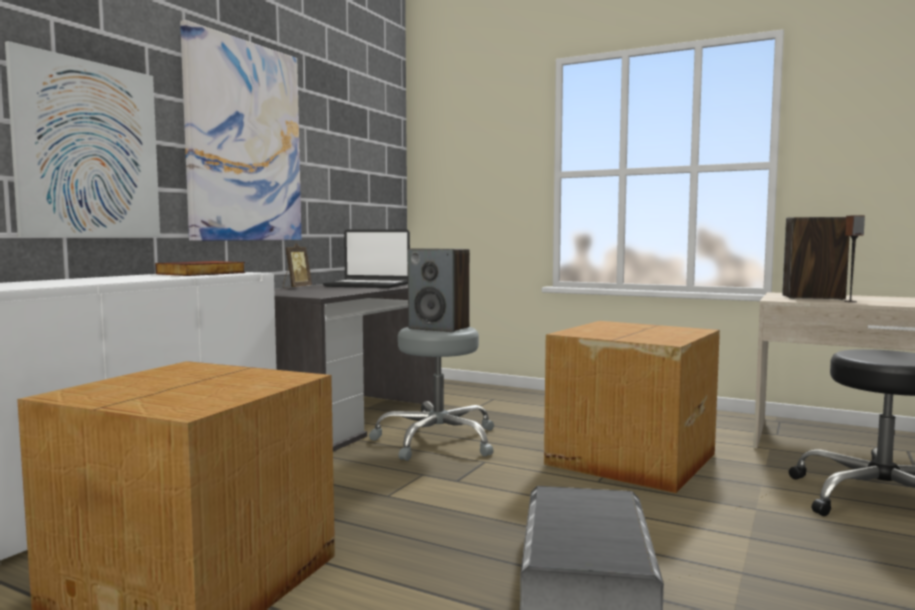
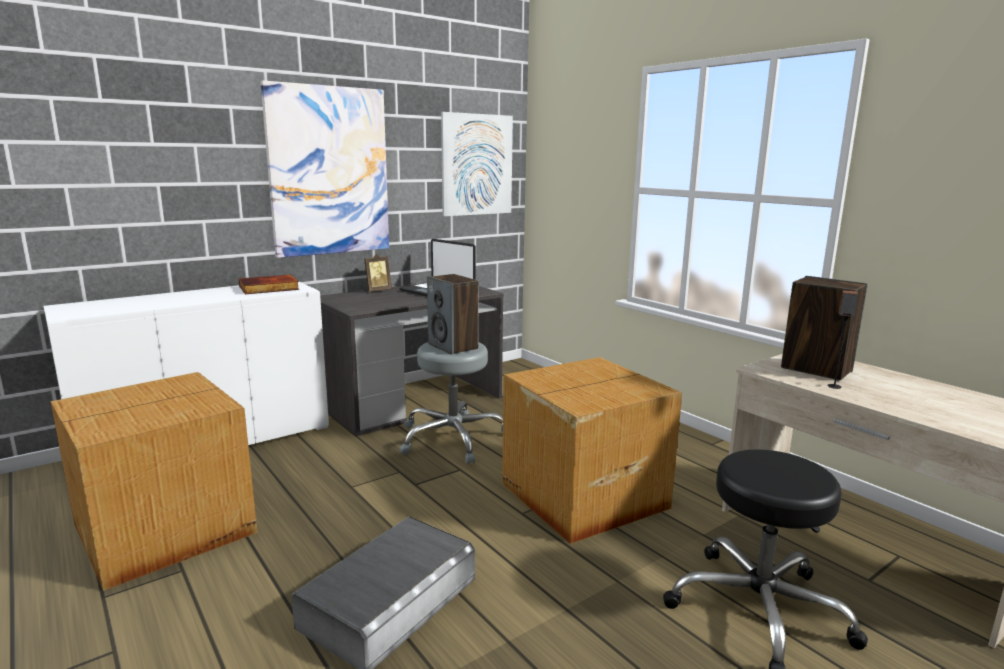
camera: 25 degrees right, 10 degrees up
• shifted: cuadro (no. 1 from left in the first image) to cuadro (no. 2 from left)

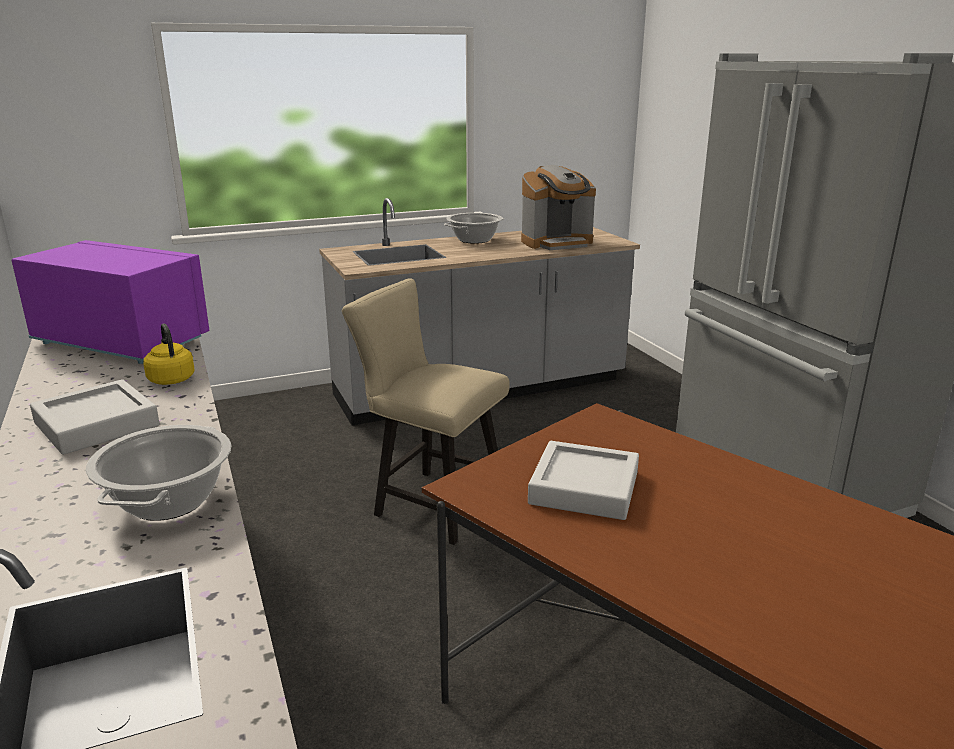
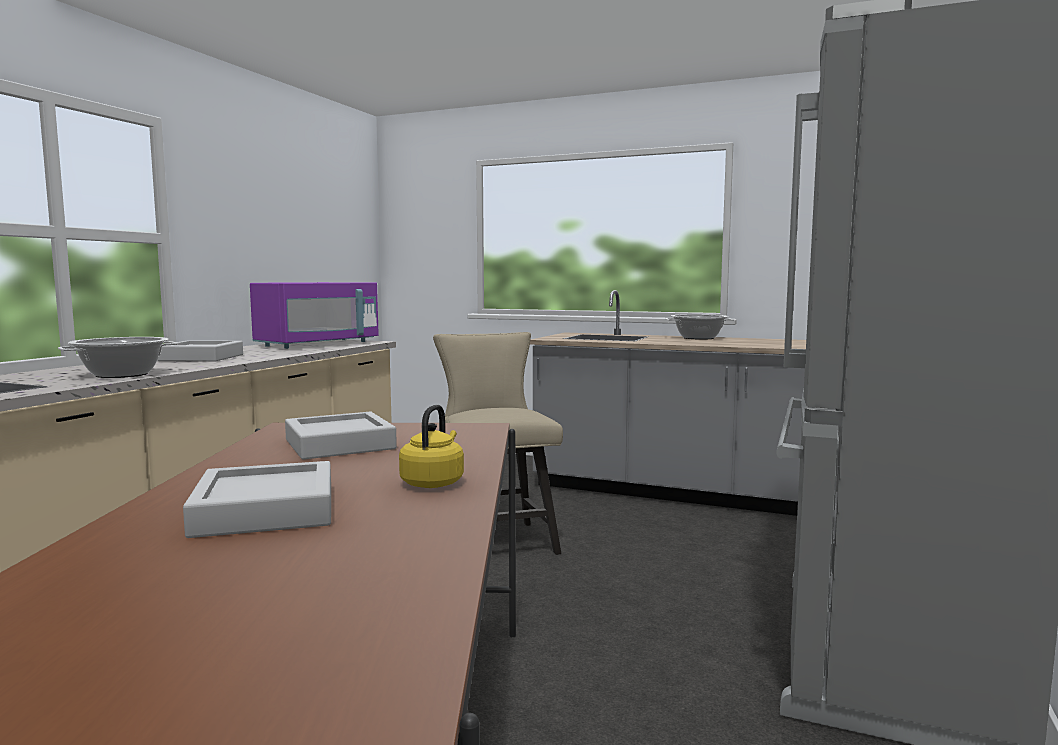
camera: 45 degrees right, 15 degrees down
• rotated: microondas/morado 60 degrees clockwise
• shifted: hervidor/amarillo
• gone: cafetera
• new: bandeja/gris (no. 2 from left)

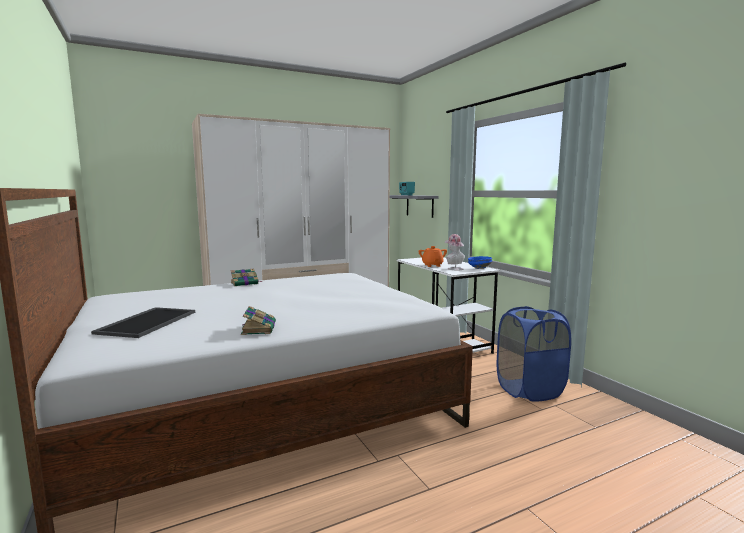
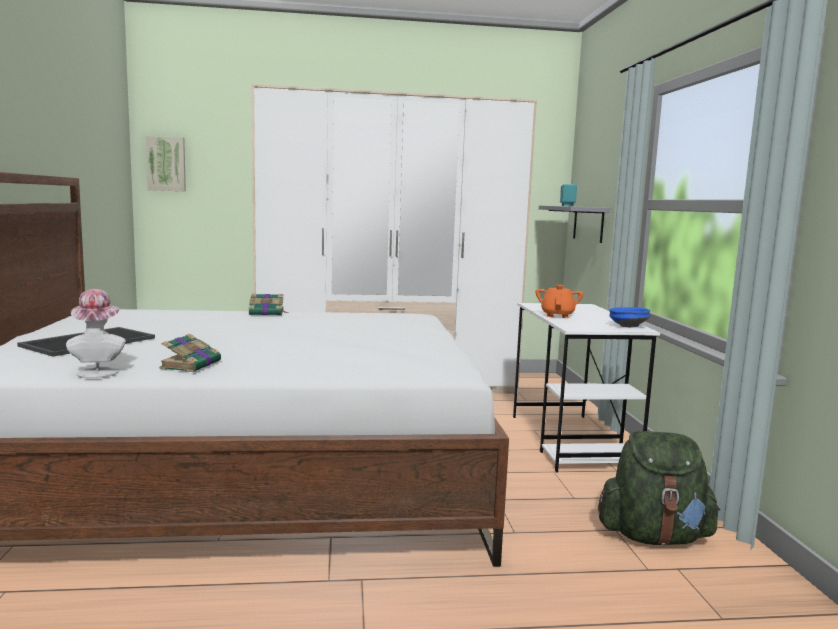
camera: 20 degrees right, 0 degrees up
• shifted: sombrero
• swapped: cesto de la ropa/azul to mochila/verde
• new: cuadro

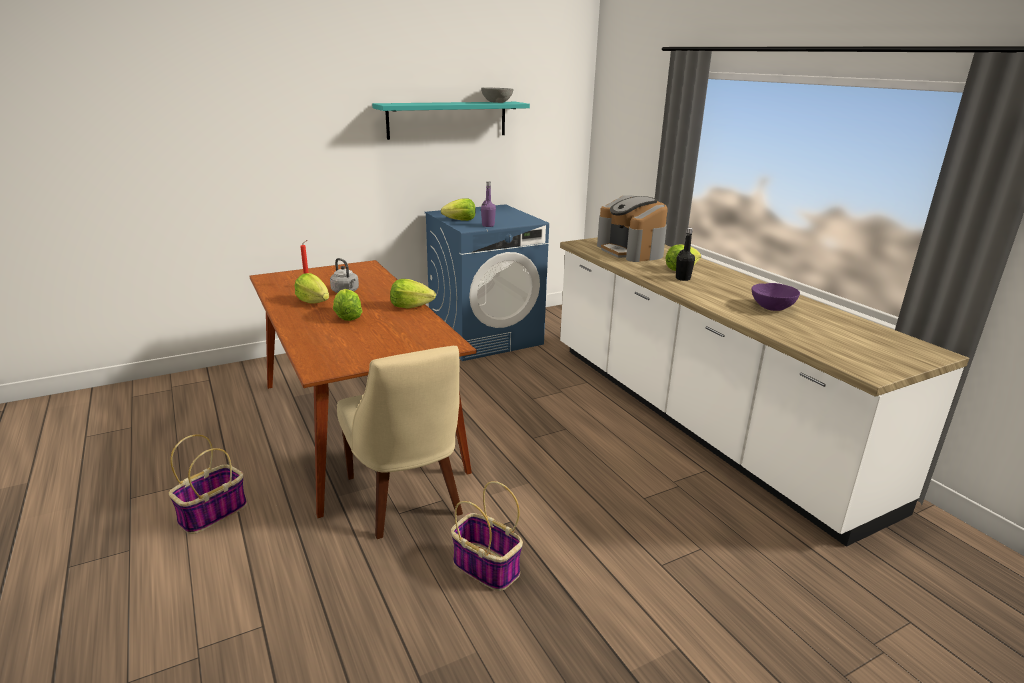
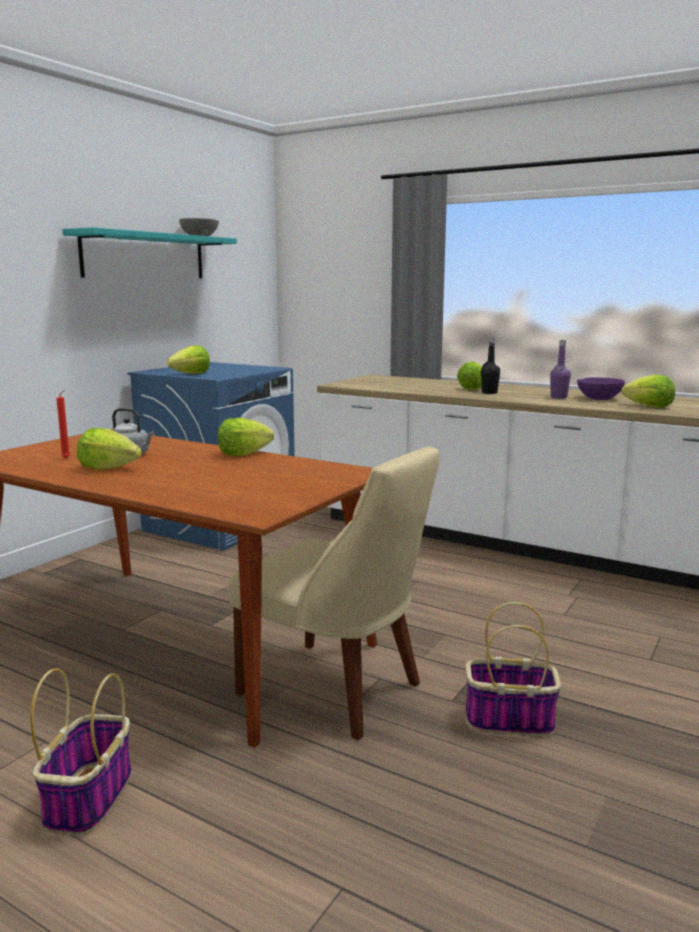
camera: 30 degrees left, 10 degrees down
• shifted: lechuga (no. 2 from left in the first image) to lechuga (no. 5 from left)
• shifted: botella/morado
• gone: cafetera

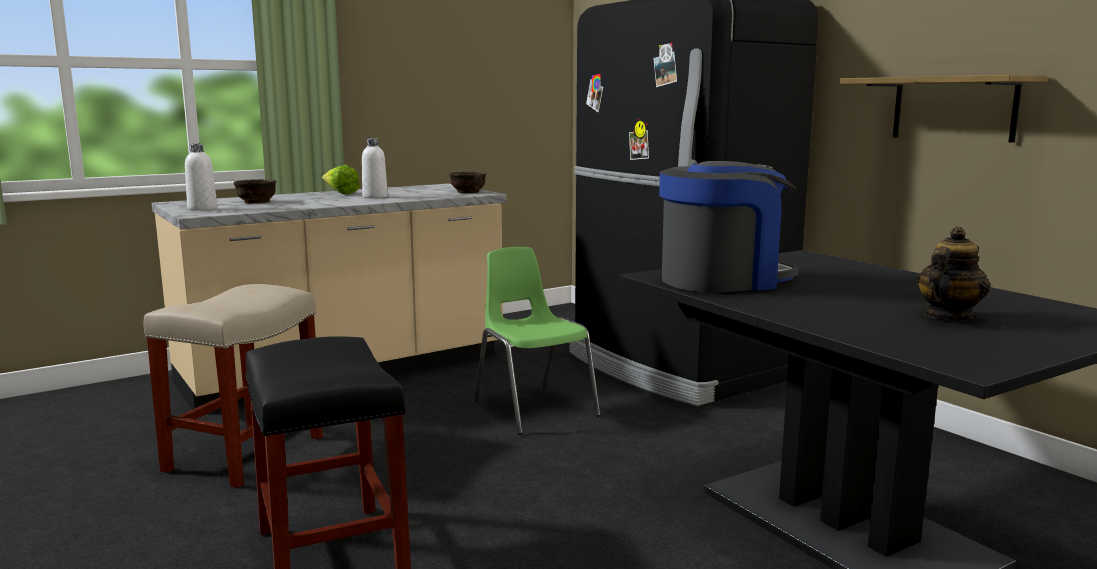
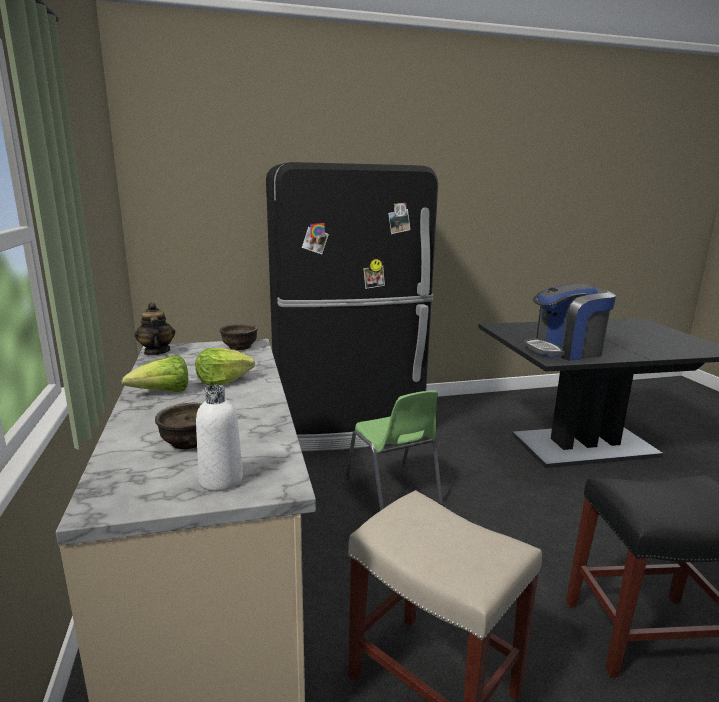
camera: 70 degrees left, 5 degrees up
• swapped: botella/blanco (no. 2 from left) to lechuga (no. 2 from left)
• rotated: silla/verde 105 degrees counterclockwise
• rotated: cafetera 105 degrees counterclockwise
• gone: estante
• shifted: tetera

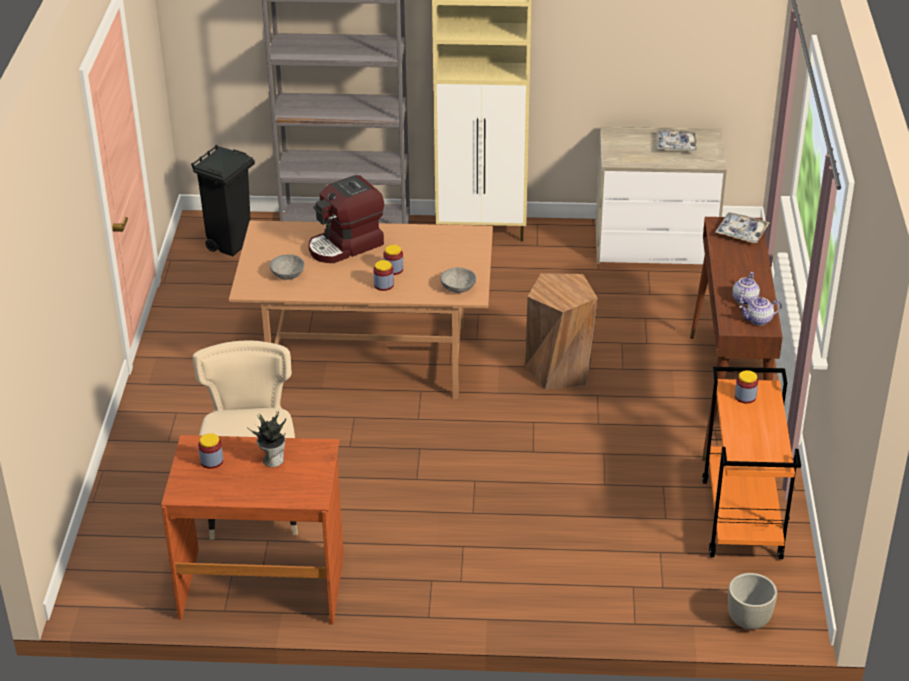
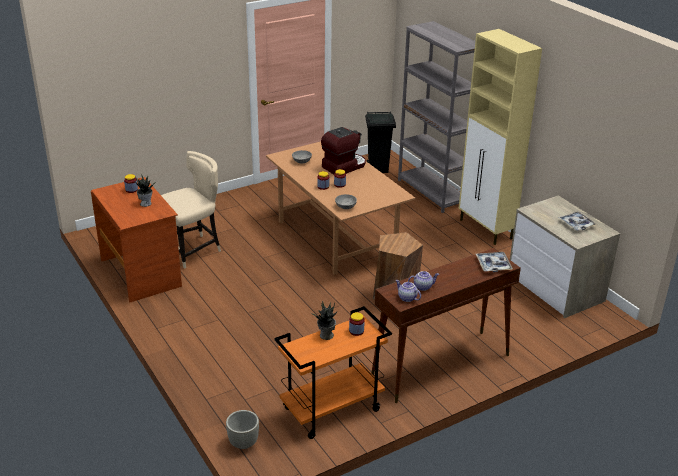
camera: 55 degrees right, 5 degrees down
• rotated: cafetera 120 degrees clockwise
• new: planta en maceta (no. 2 from left)

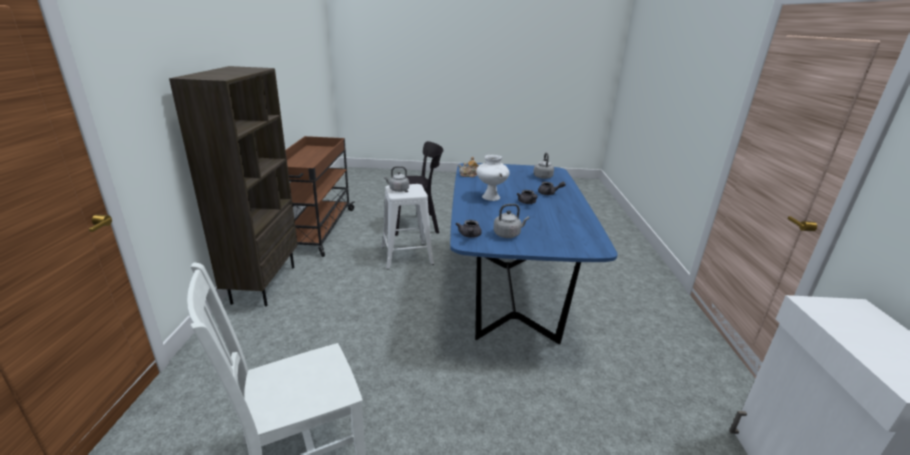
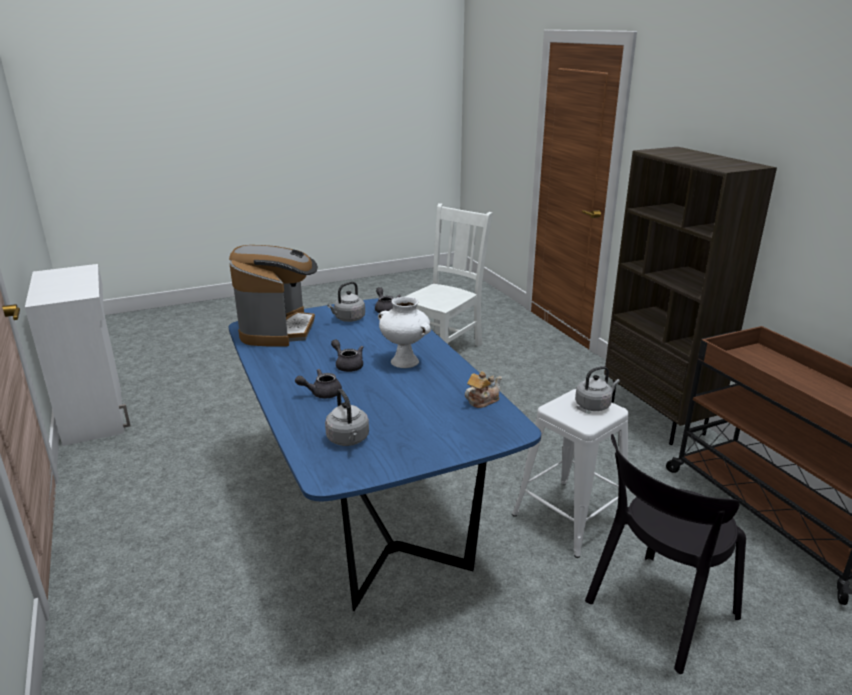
camera: 155 degrees right, 0 degrees up
• new: cafetera

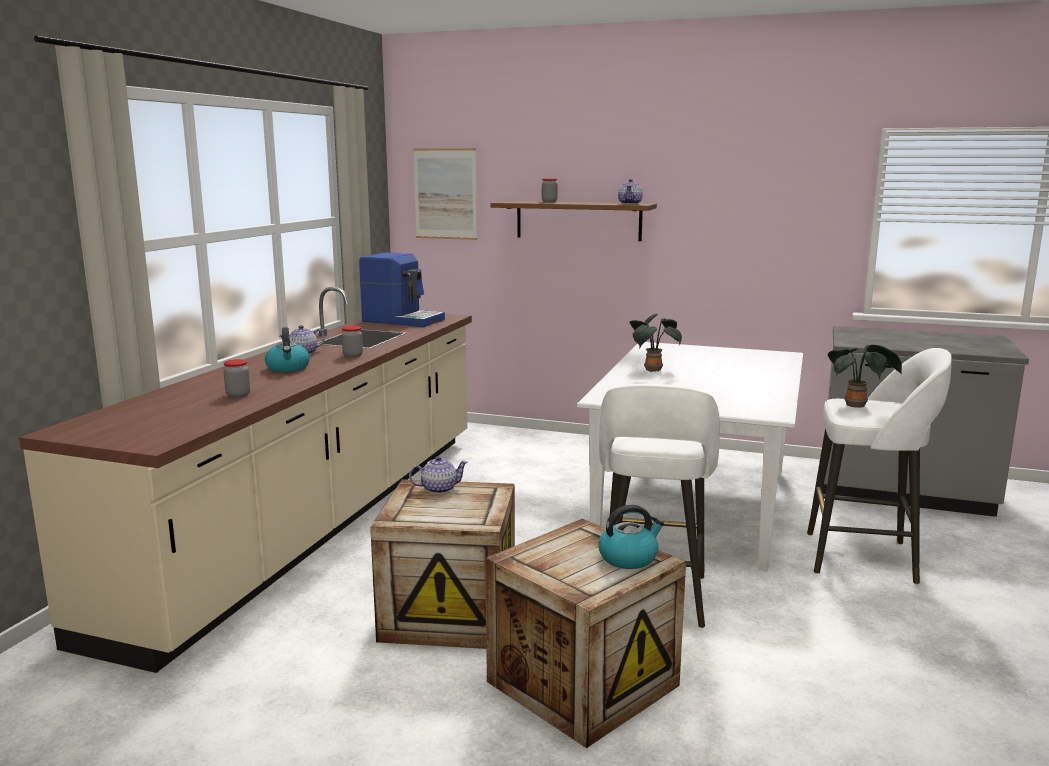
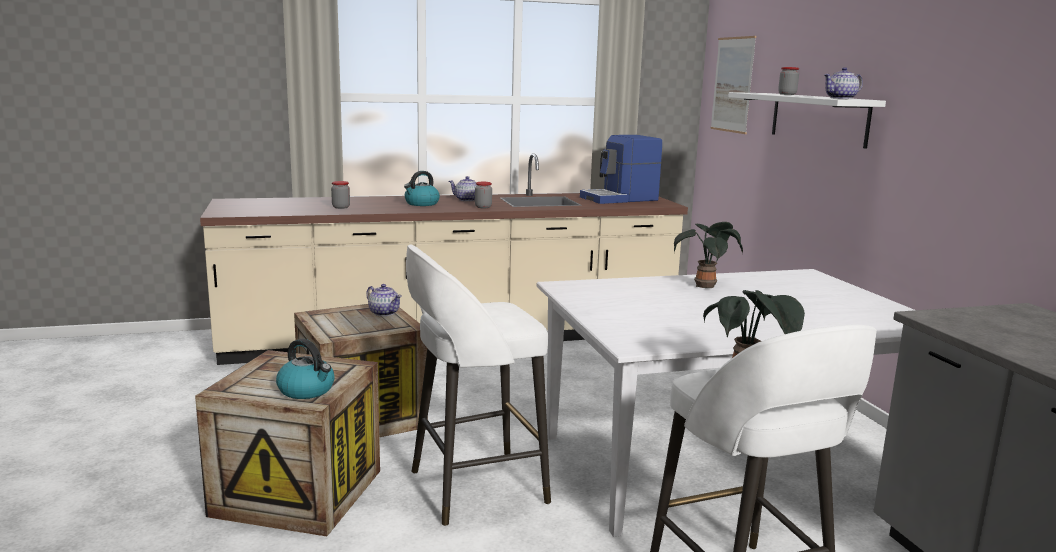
camera: 55 degrees right, 0 degrees up
• rotated: cafetera 75 degrees clockwise
• repainted: estante/marrón to estante/blanco

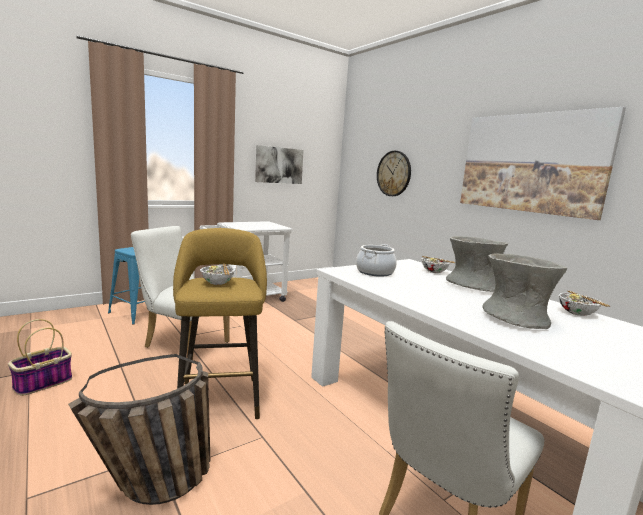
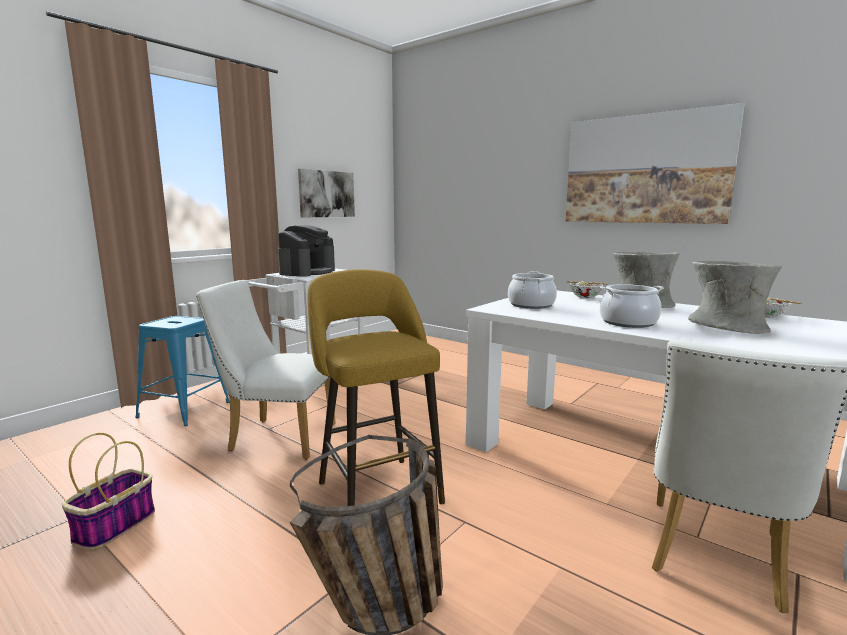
camera: 15 degrees left, 0 degrees up
• gone: cuenco (no. 1 from left)
• gone: reloj de pared
• new: cafetera
• new: olla (no. 2 from left)

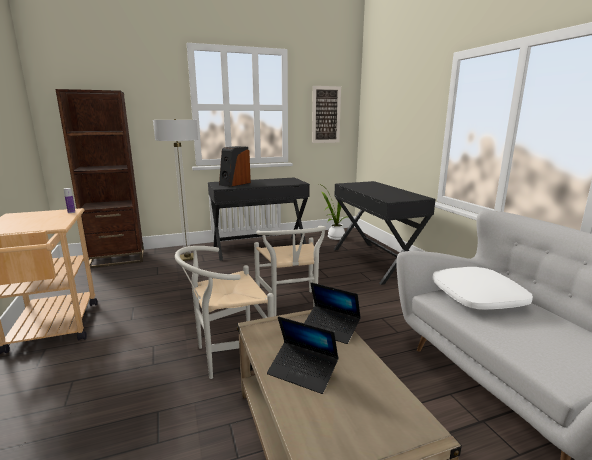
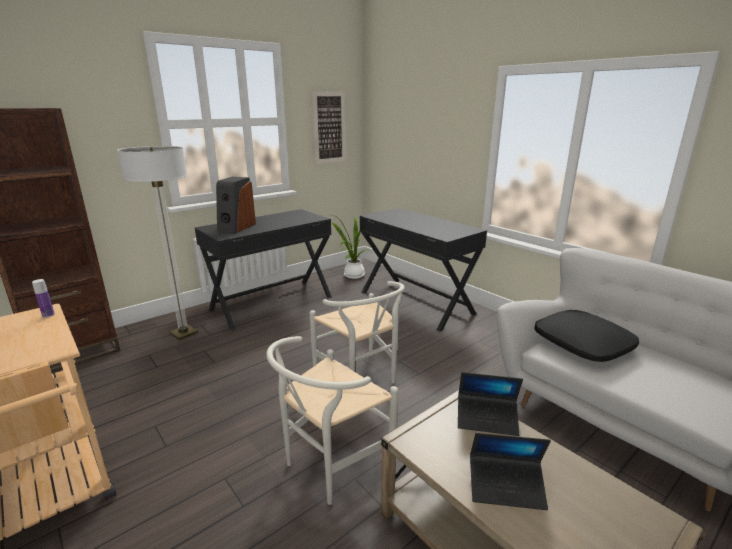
camera: 20 degrees left, 5 degrees up
• repainted: cojín/blanco to cojín/negro

